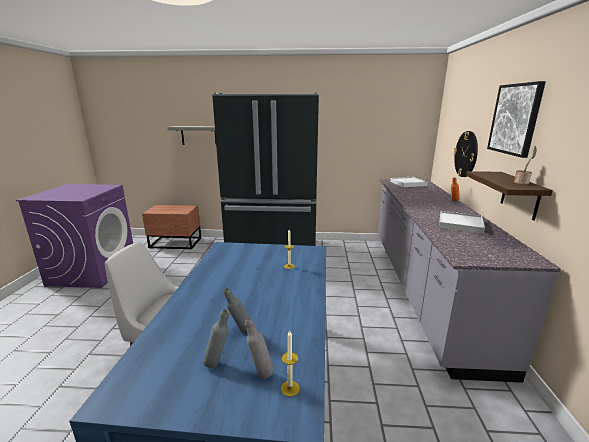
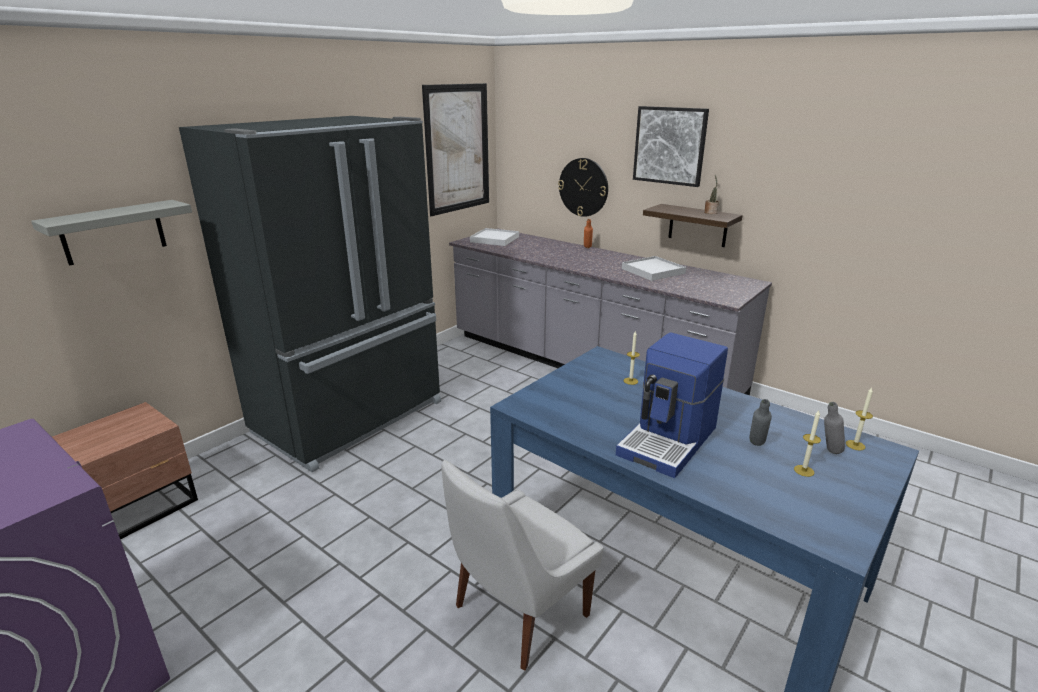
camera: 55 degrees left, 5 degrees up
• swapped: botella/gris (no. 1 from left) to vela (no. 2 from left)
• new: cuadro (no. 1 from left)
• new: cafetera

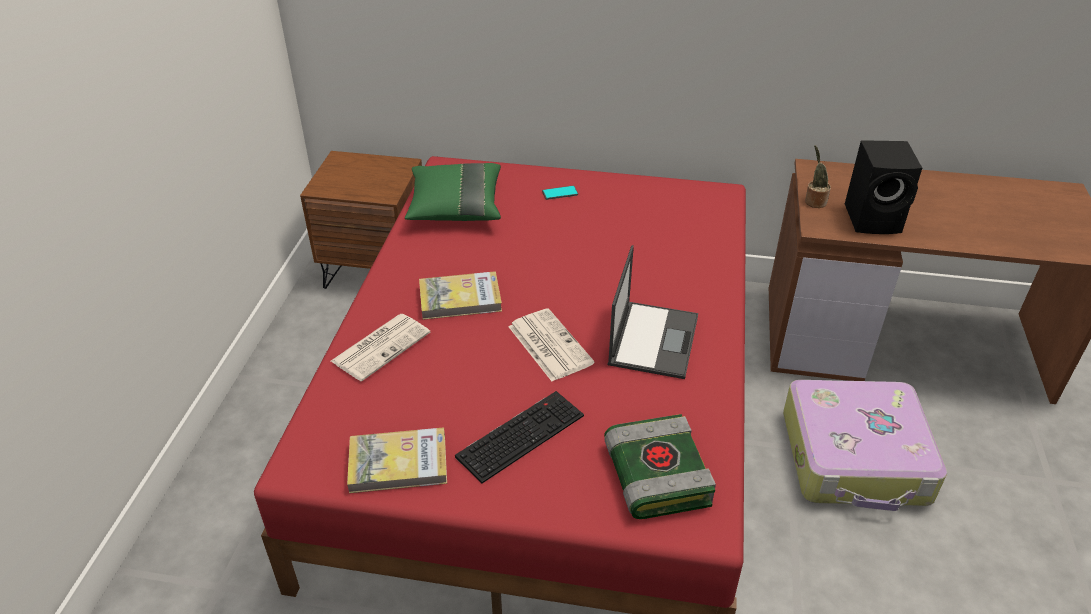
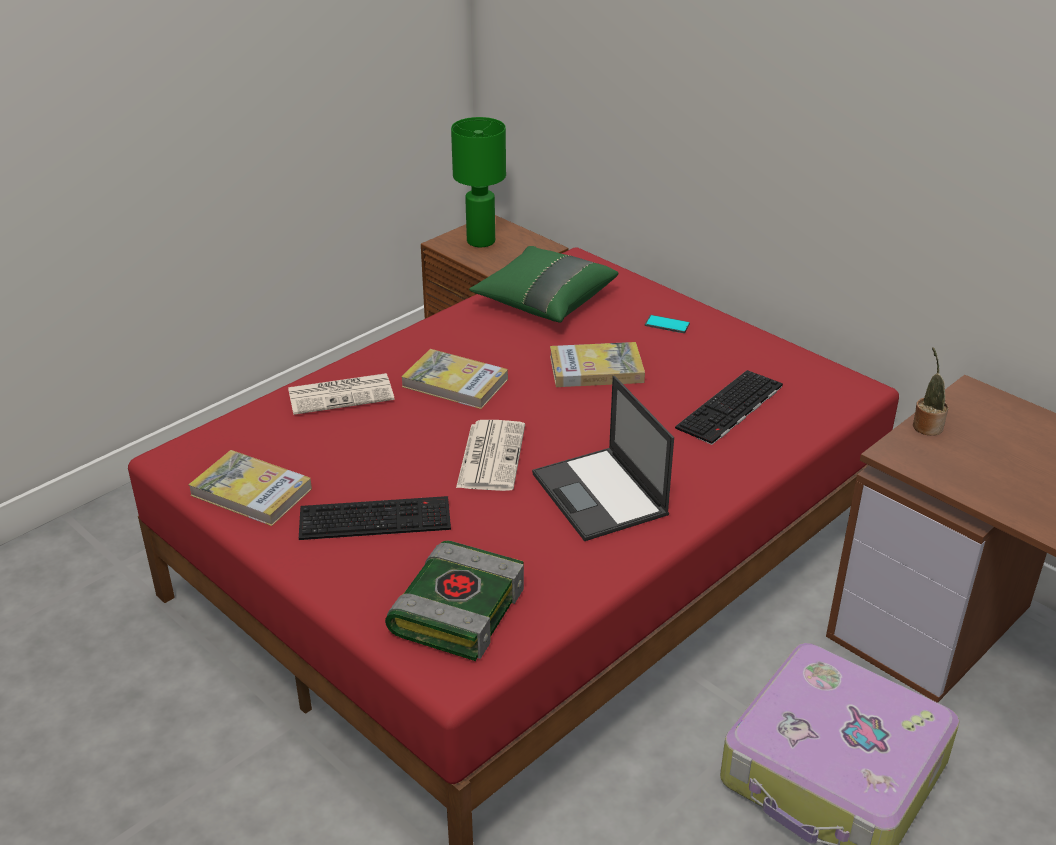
camera: 35 degrees right, 5 degrees down
• rotated: portátil 105 degrees clockwise
• gone: altavoz/negro
• new: lámpara de mesa/verde
• new: libro (no. 4 from left)
• new: teclado (no. 2 from left)

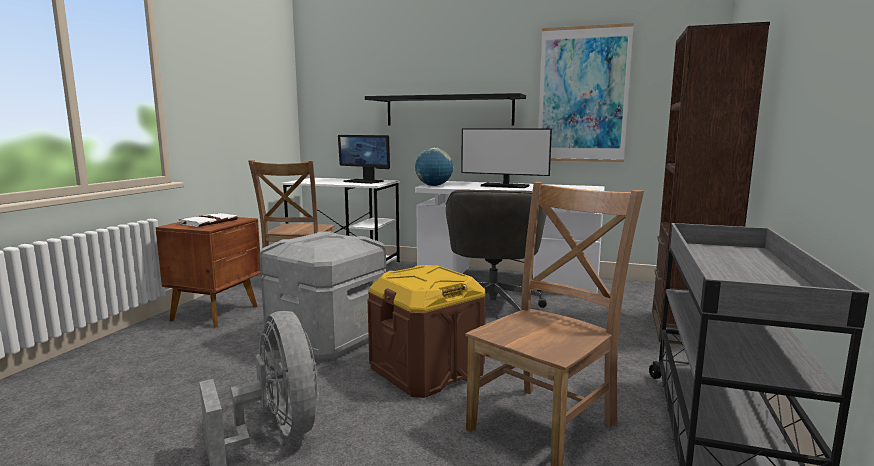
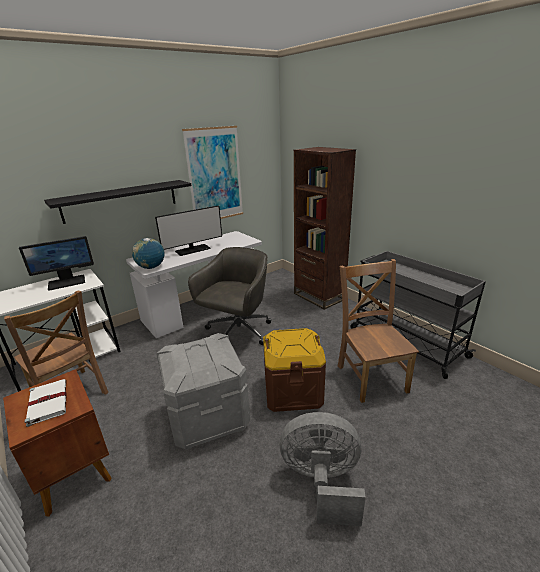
camera: 55 degrees left, 15 degrees up
• rotated: silla de oficina/gris 105 degrees counterclockwise

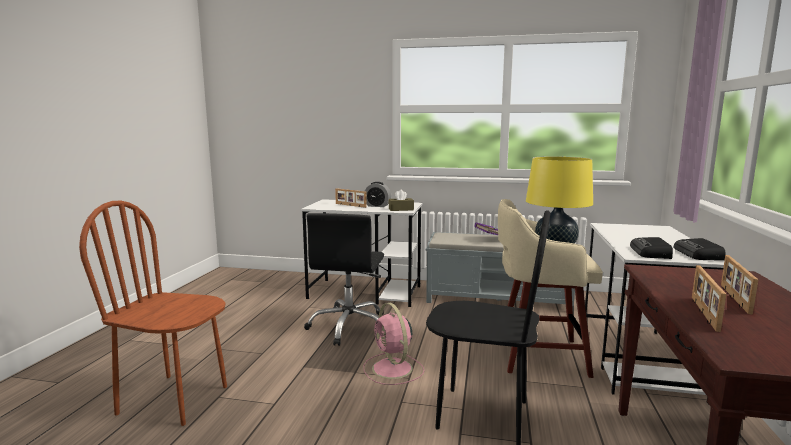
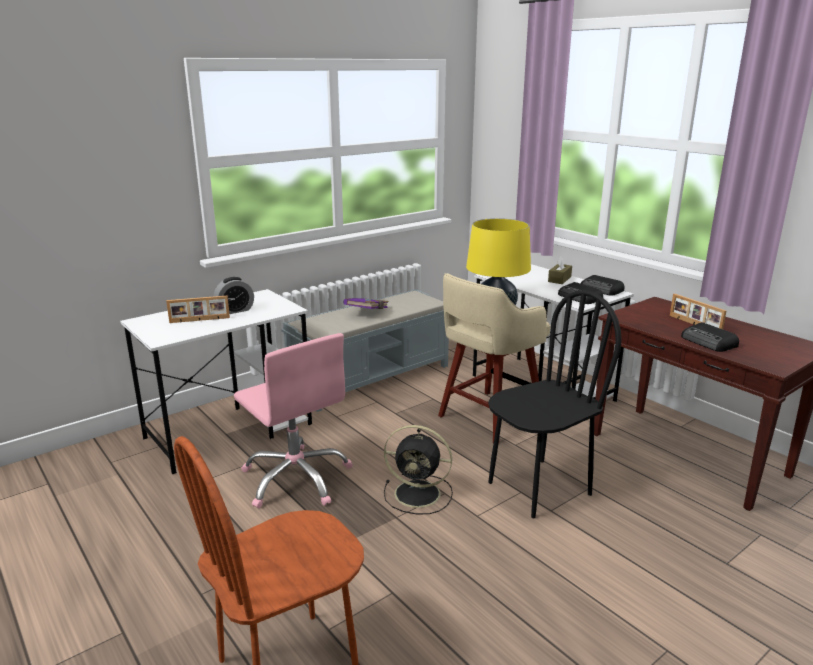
camera: 50 degrees left, 10 degrees up
• repainted: silla de oficina/negro to silla de oficina/rosa
• repainted: ventilador/rosa to ventilador/negro
• shifted: caja de pañuelos/marrón
• swapped: portarretratos (no. 2 from left) to radio (no. 3 from left)

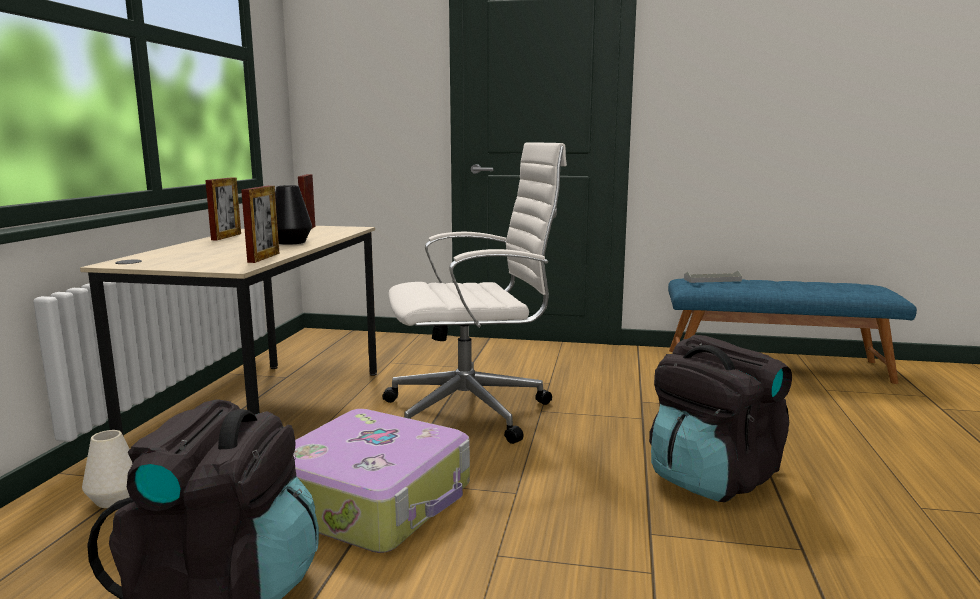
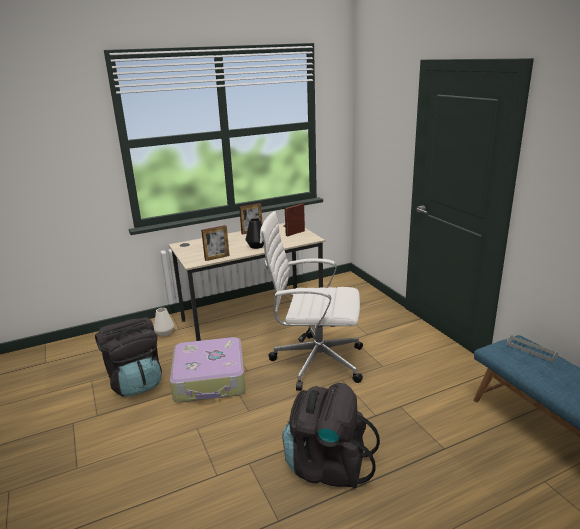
camera: 55 degrees right, 10 degrees up
• rotated: silla de oficina/blanco 150 degrees clockwise

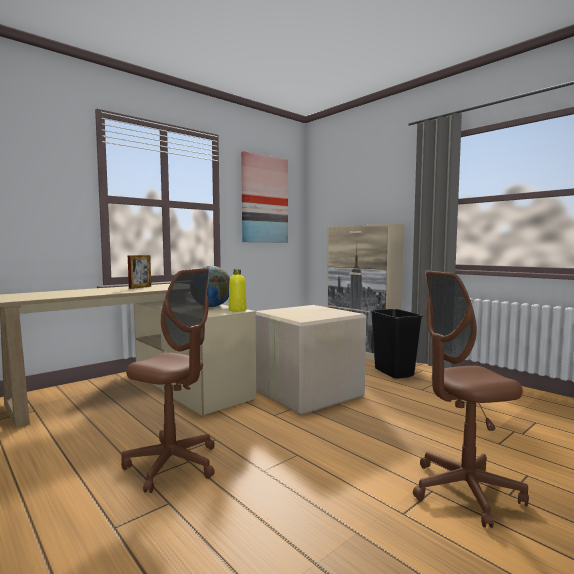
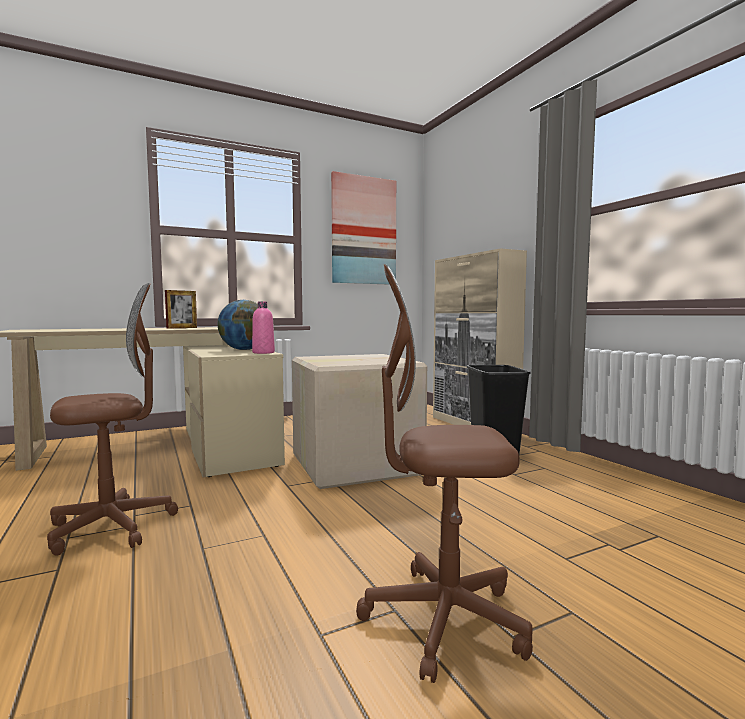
camera: 15 degrees right, 0 degrees up
• rotated: silla de oficina/marrón (no. 1 from left) 75 degrees counterclockwise
• repainted: botella/amarillo to botella/rosa

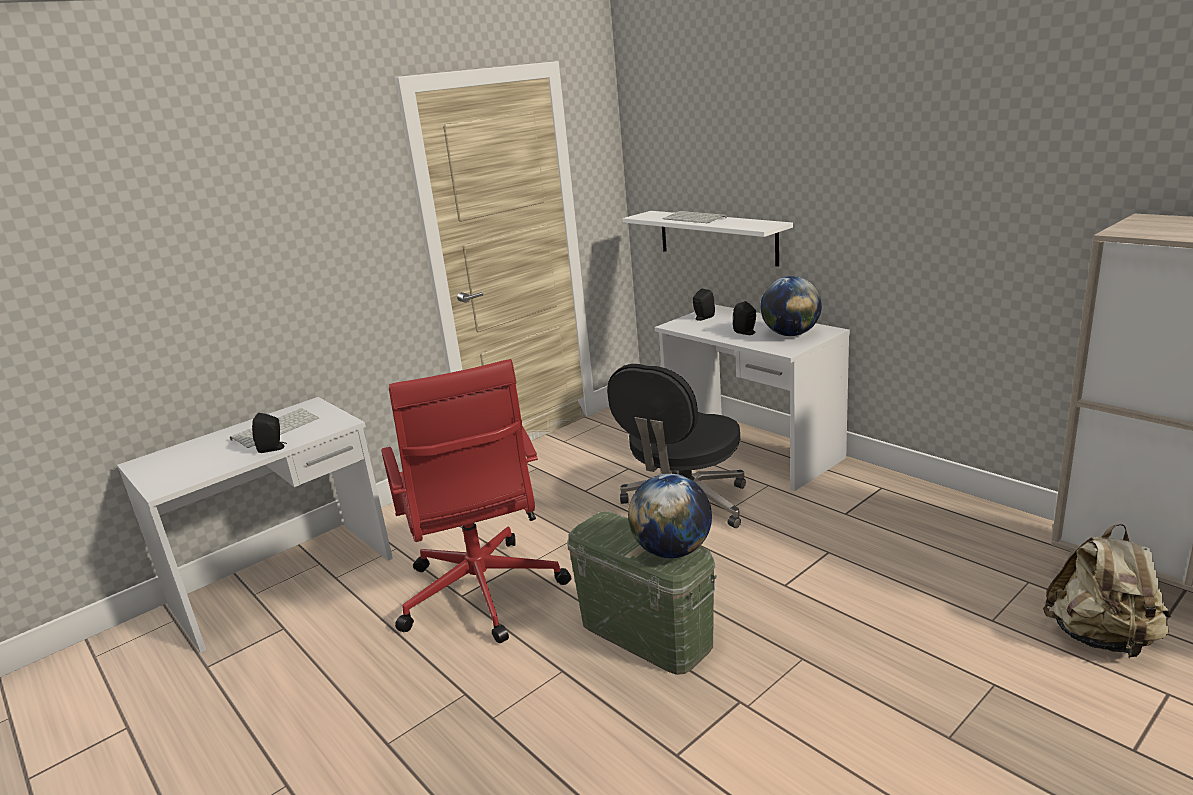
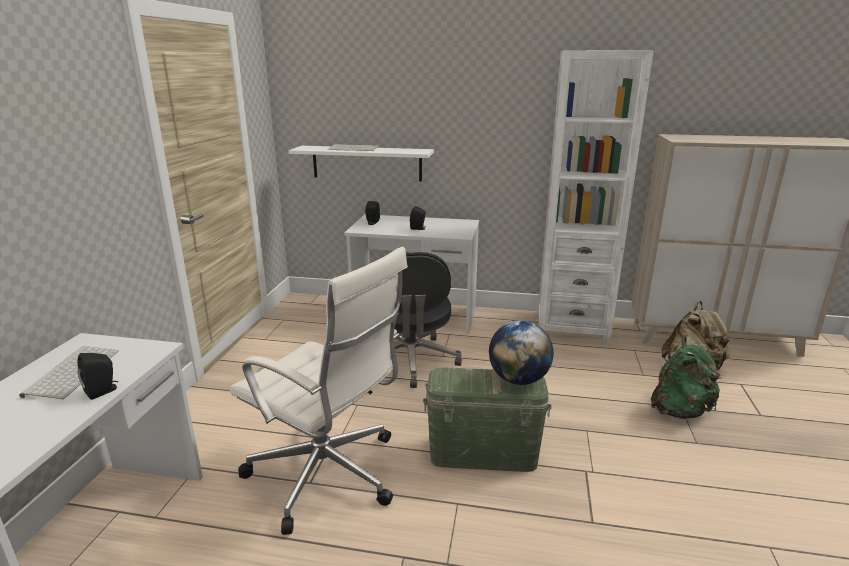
camera: 40 degrees left, 0 degrees up
• repainted: silla de oficina/rojo to silla de oficina/blanco
• gone: globo terráqueo (no. 2 from left)
• new: estantería/blanco
• new: mochila/verde

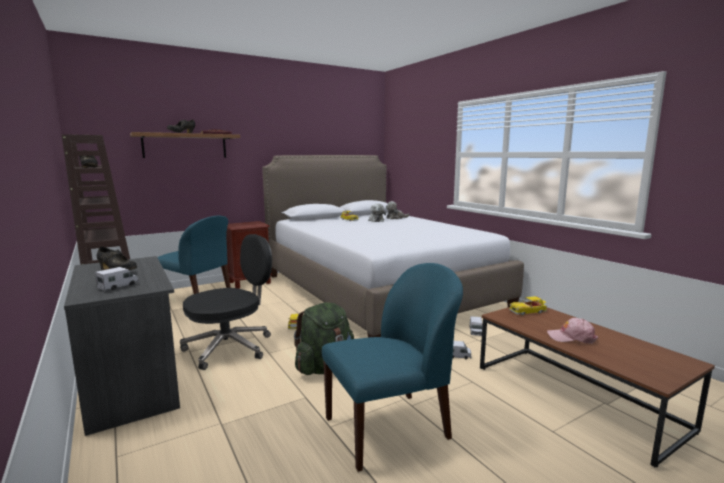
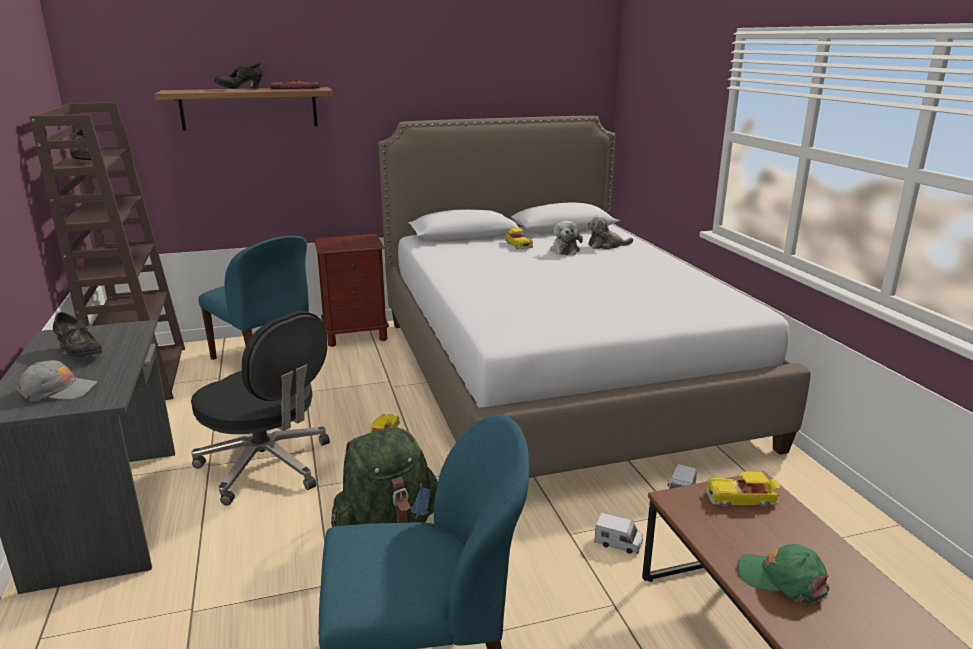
camera: 15 degrees right, 10 degrees up
• swapped: camión de juguete (no. 1 from left) to gorra/gris
• rotated: silla de oficina/negro 60 degrees clockwise
• repainted: gorra/rosa to gorra/verde

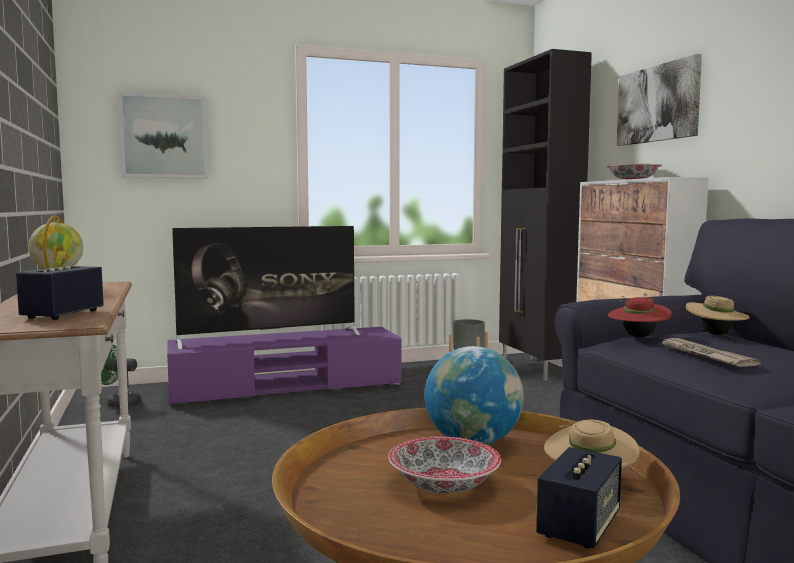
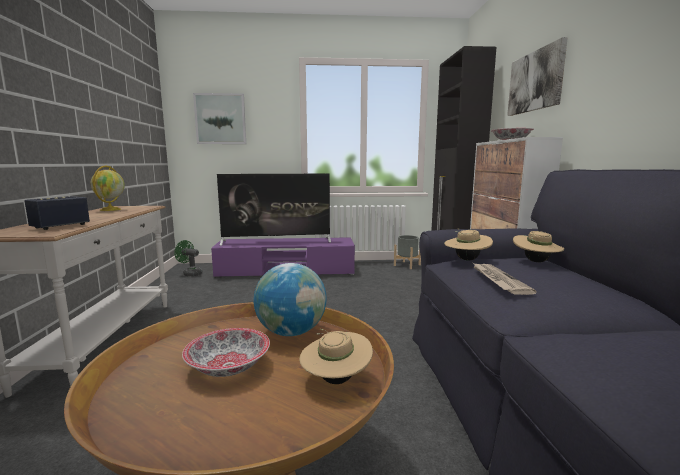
camera: 15 degrees right, 5 degrees up
• gone: altavoz (no. 2 from left)
• repainted: sombrero/rojo to sombrero/beis (no. 2 from left)

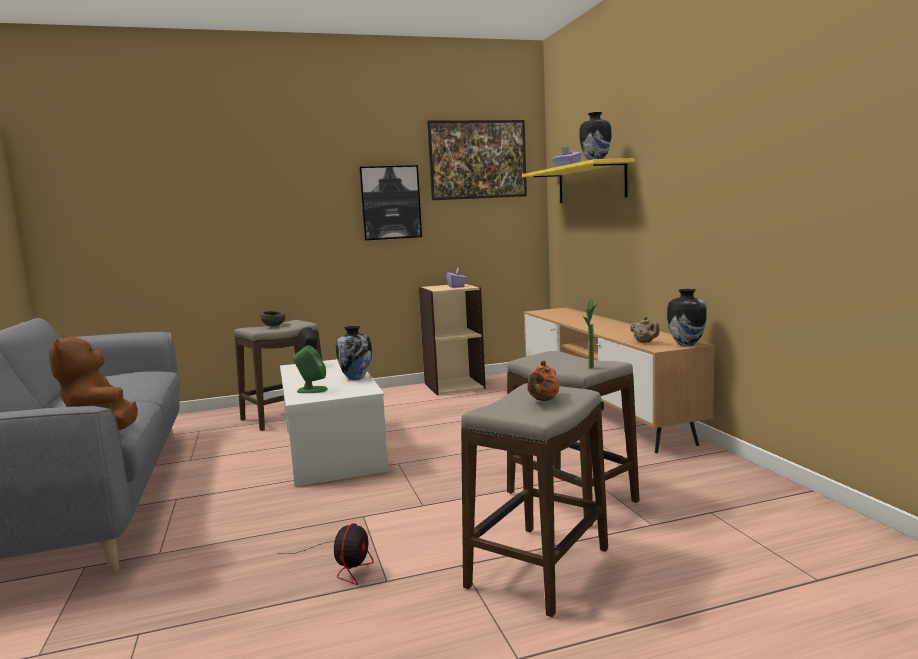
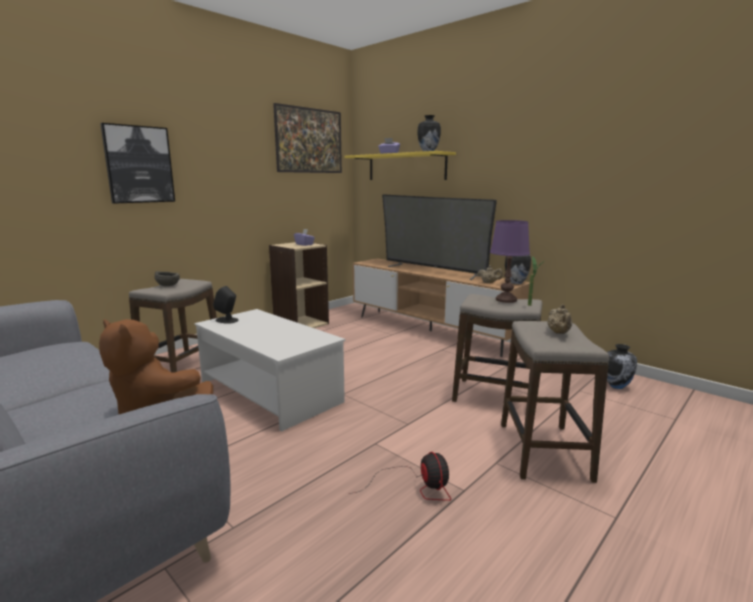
camera: 30 degrees left, 5 degrees up
• gone: altavoz/verde
• shifted: florero (no. 1 from left in the first image) to florero (no. 3 from left)
• shifted: cuadro (no. 1 from left)
• repainted: tetera/naranja to tetera/beis (no. 2 from left)
• new: televisor
• new: lámpara de mesa/morado

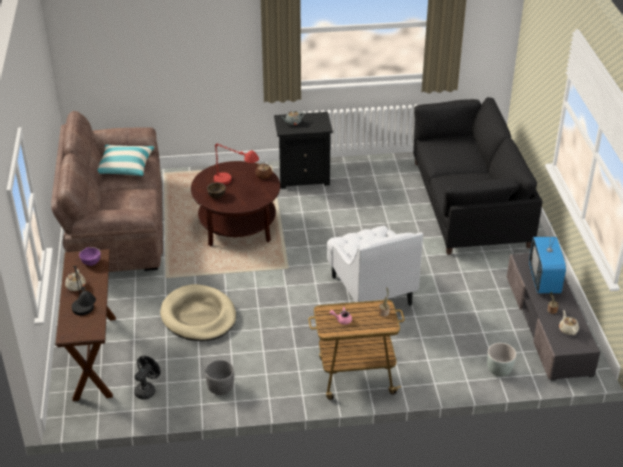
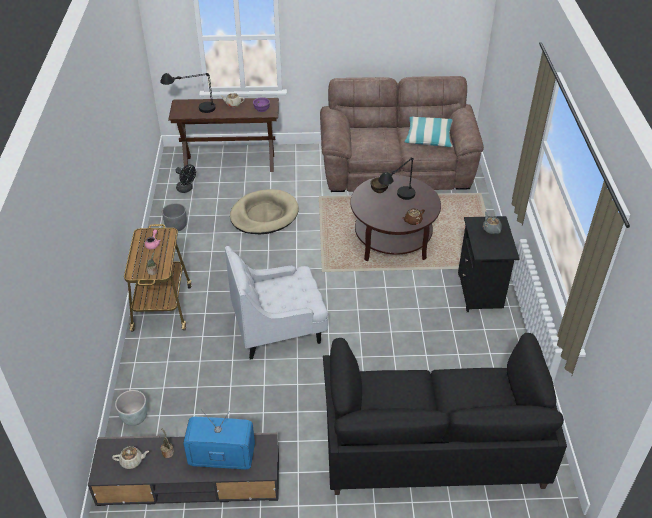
camera: 95 degrees right, 5 degrees up
• repainted: lámpara de mesa/rojo to lámpara de mesa/negro (no. 2 from left)

